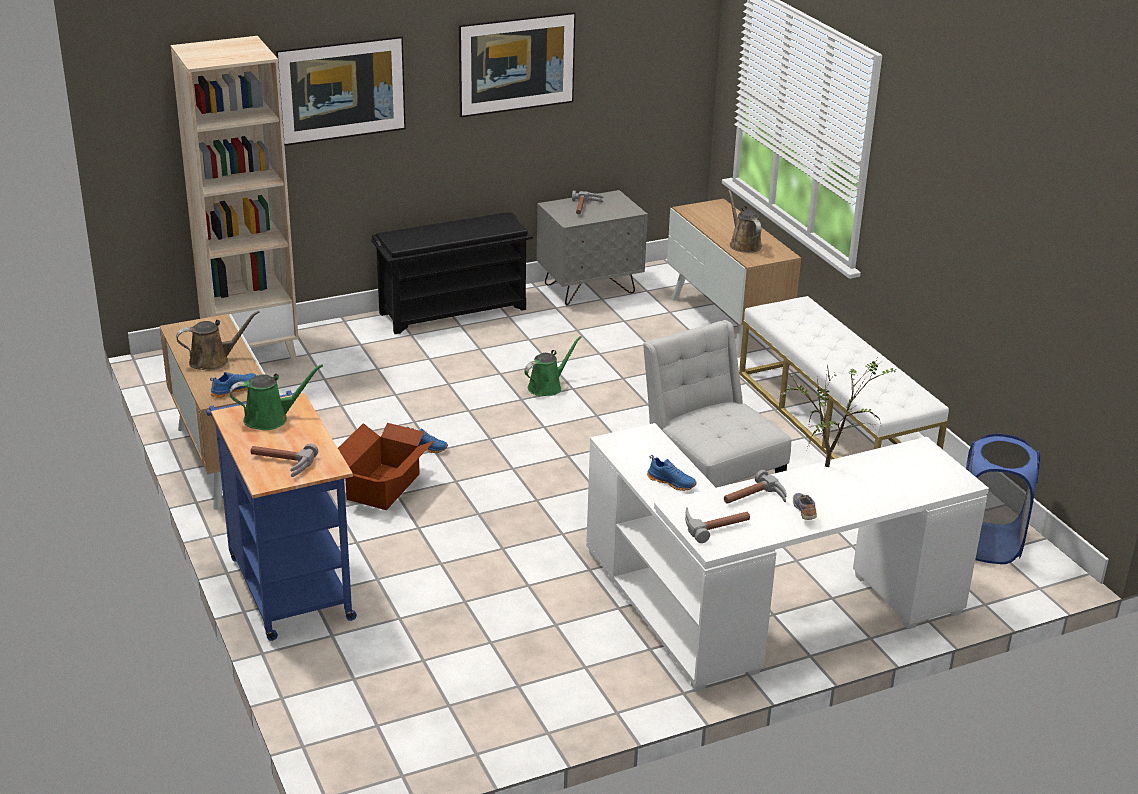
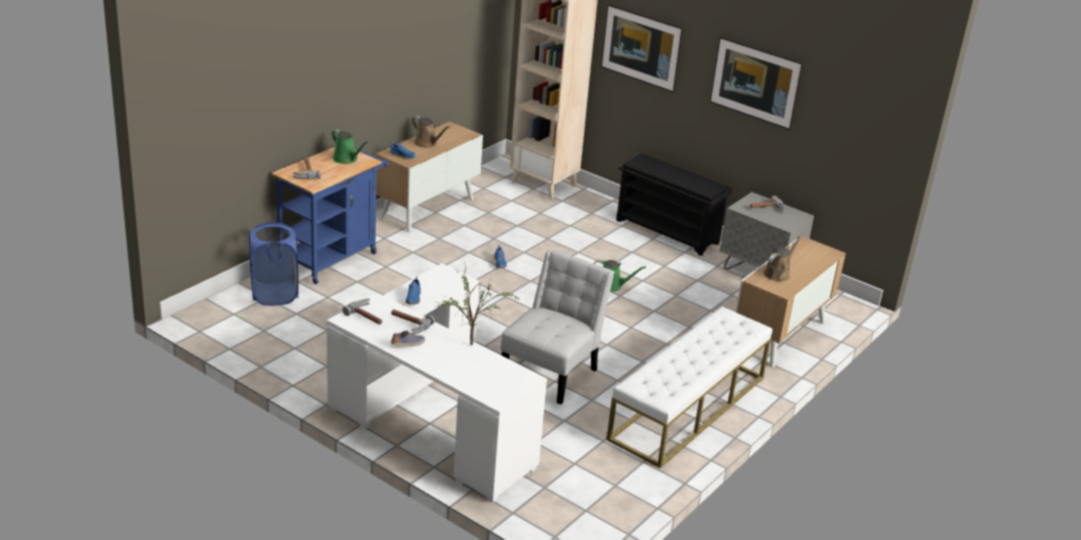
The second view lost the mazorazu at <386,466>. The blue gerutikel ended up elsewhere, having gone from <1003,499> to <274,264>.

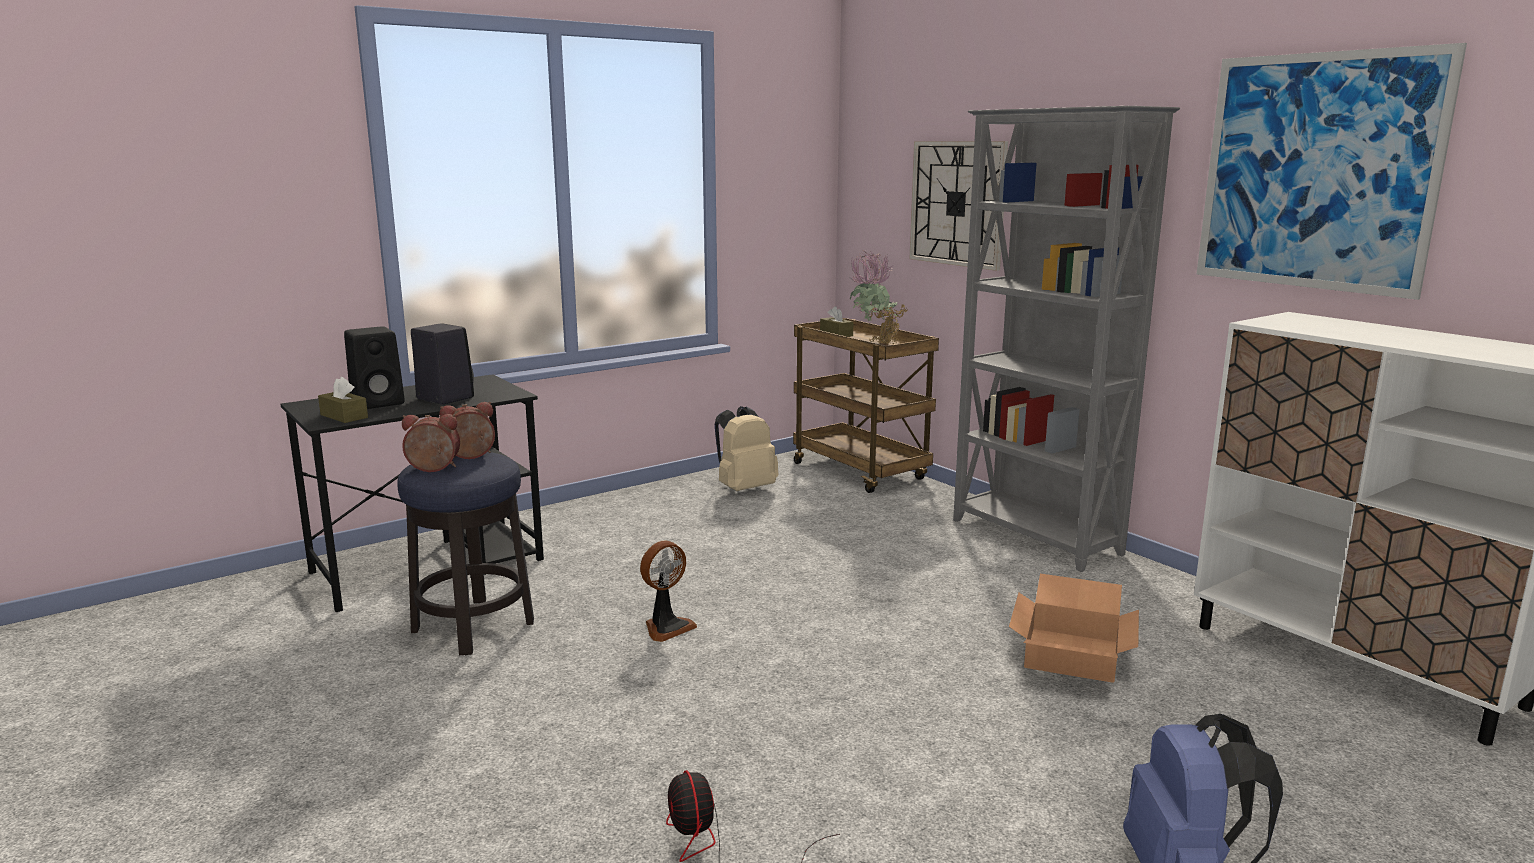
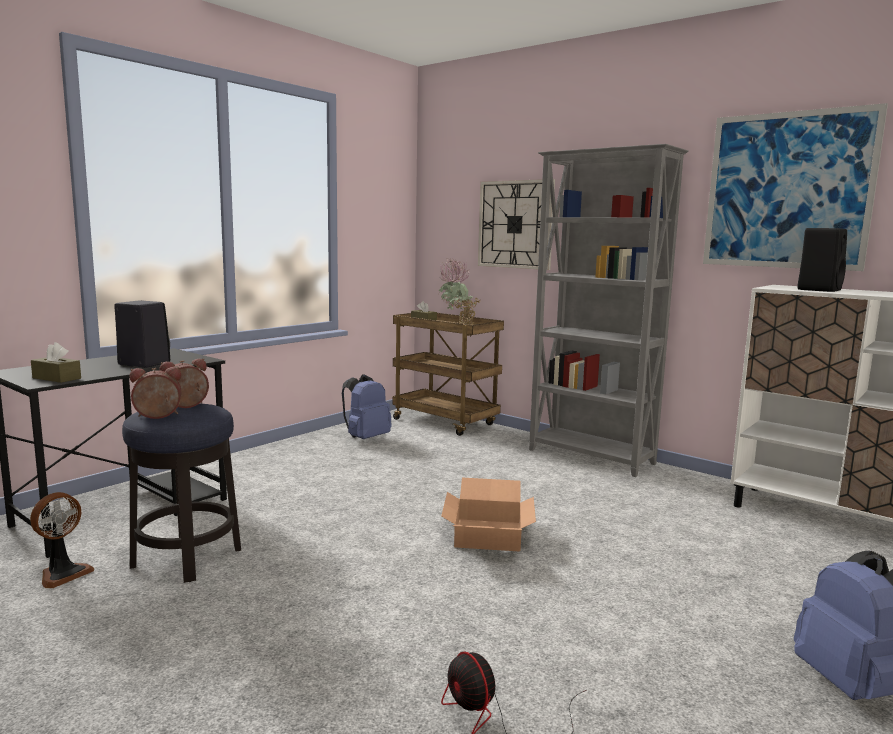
The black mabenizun ended up elsewhere, having gone from <374,367> to <822,260>. The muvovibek ended up elsewhere, having gone from <668,591> to <62,540>. The mazorazu ended up elsewhere, having gone from <1074,628> to <488,515>. What was the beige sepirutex at <746,448> turned into the blue sepirutex at <367,406>.

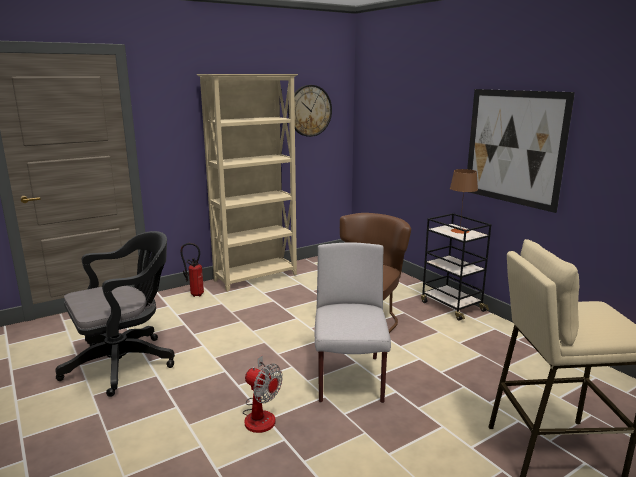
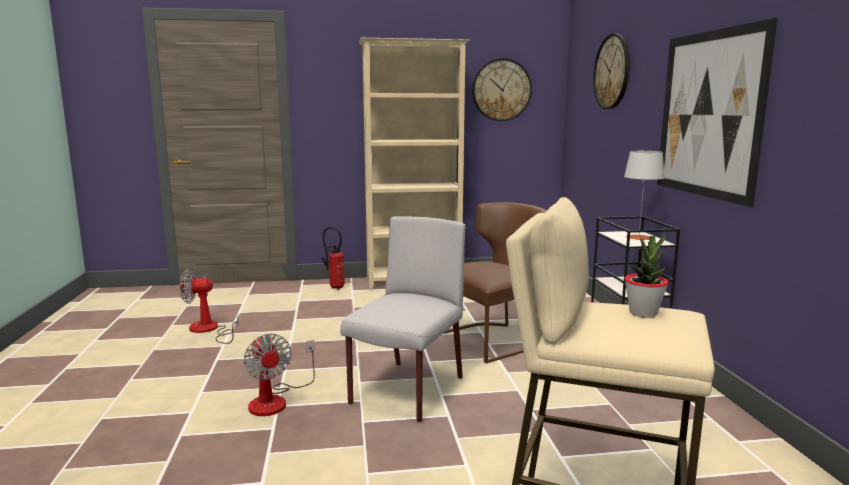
The second view gained the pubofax at <611,71>. The second view gained the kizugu at <647,276>. Where the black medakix stood at <115,314>, the muvovibek came to stand at <209,306>. What was the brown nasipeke at <464,201> turned into the grey nasipeke at <644,195>.

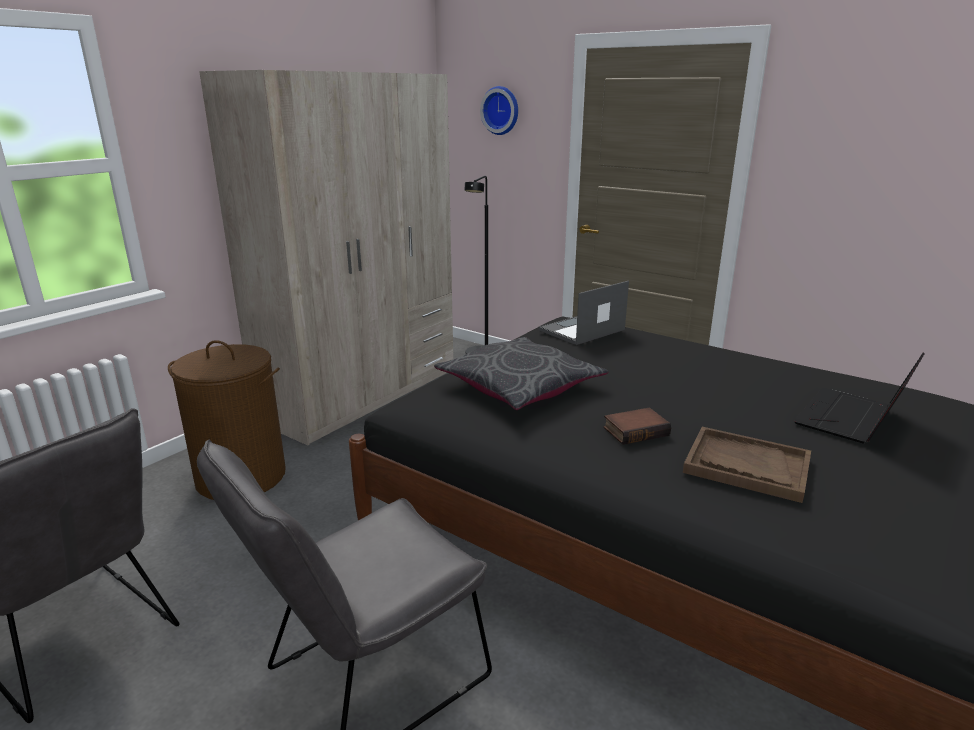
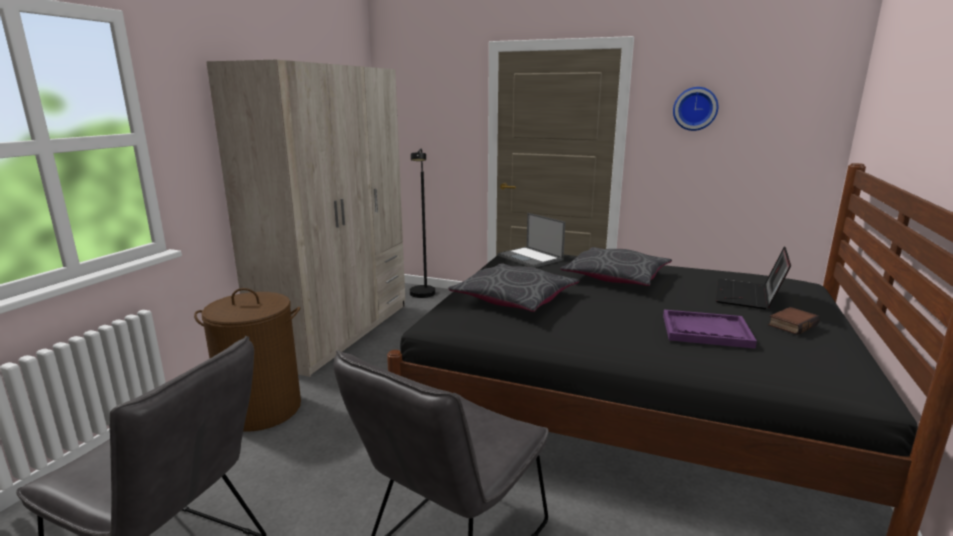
The second view gained the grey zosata at <616,266>. The pubofax ended up elsewhere, having gone from <499,110> to <695,109>. The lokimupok ended up elsewhere, having gone from <637,426> to <794,321>. What was the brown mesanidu at <747,465> turned into the purple mesanidu at <710,329>. The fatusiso at <584,313> ended up facing another way, 75 degrees counterclockwise from before.

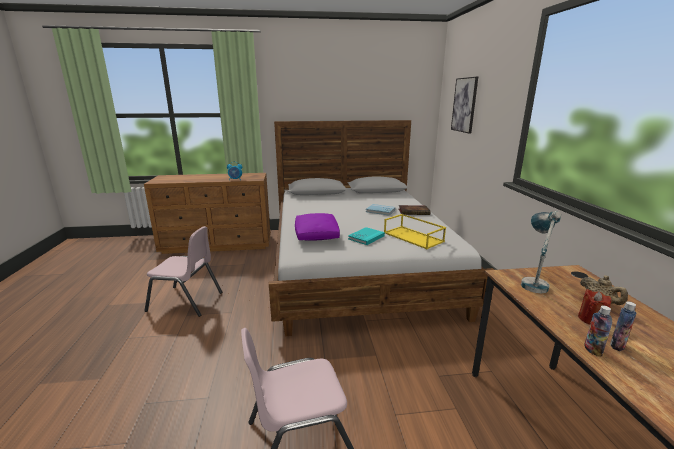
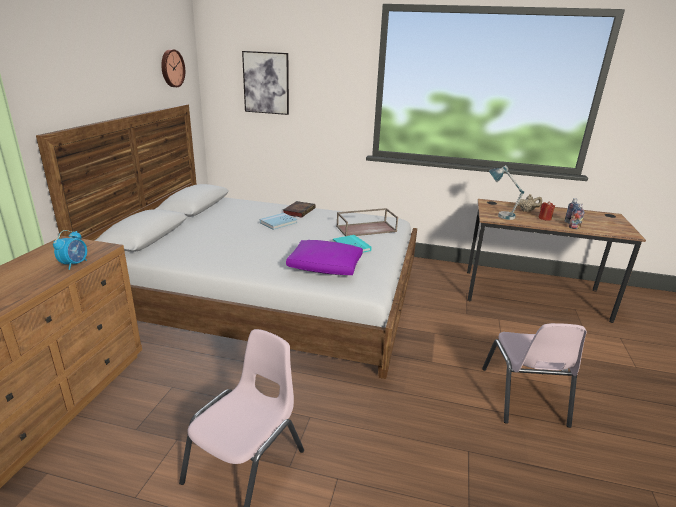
The second view gained the pubofax at <173,68>. What was the yellow mesanidu at <415,231> turned into the brown mesanidu at <367,222>.

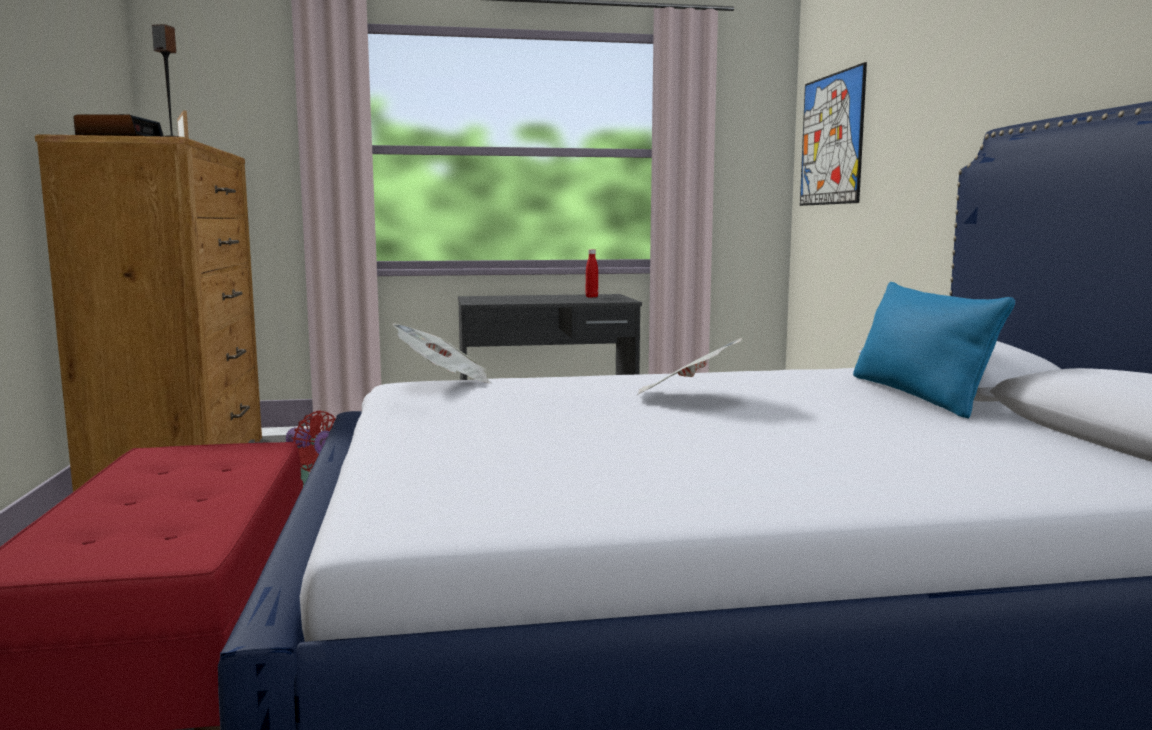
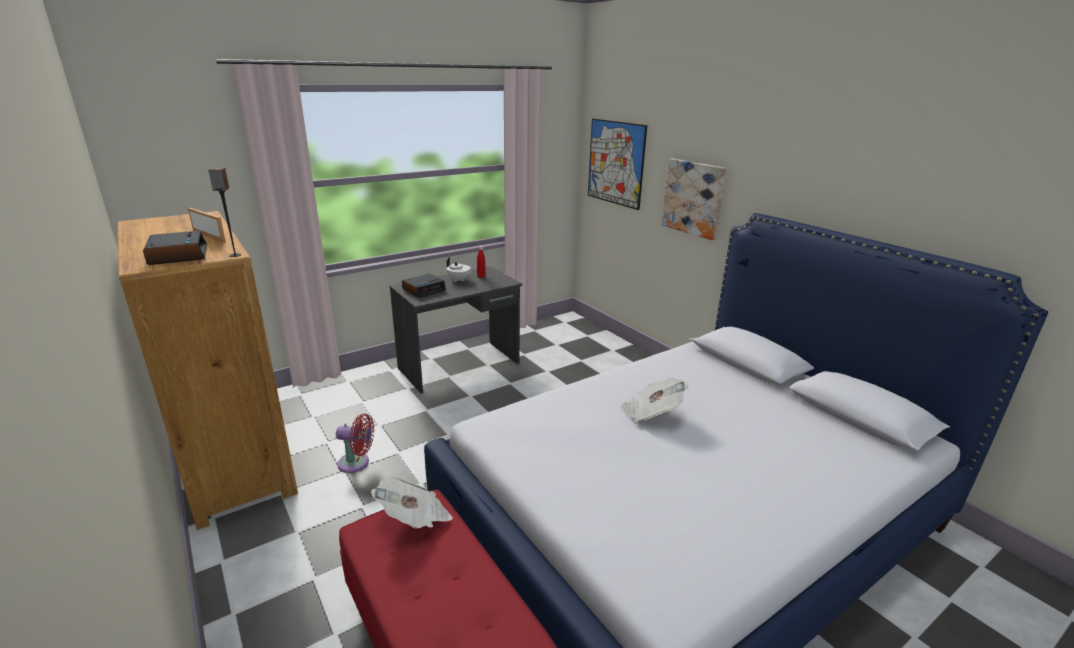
The second view lost the blue zosata at <934,350>. The second view gained the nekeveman at <424,286>. The second view gained the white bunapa at <459,269>. The second view gained the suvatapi at <693,199>. The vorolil ended up elsewhere, having gone from <442,353> to <412,503>.

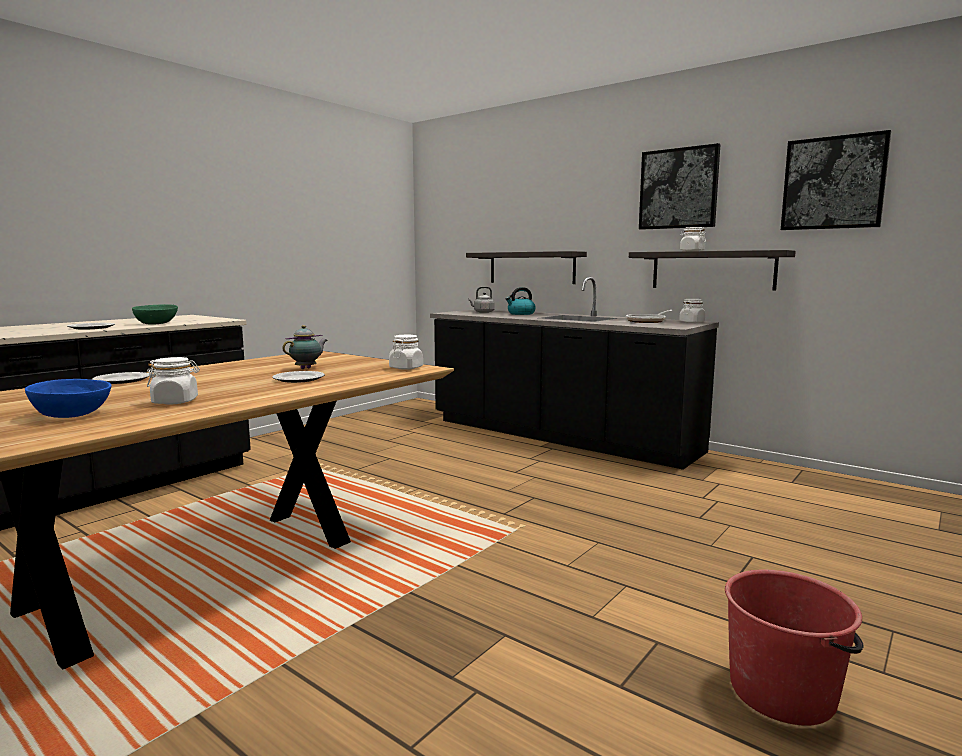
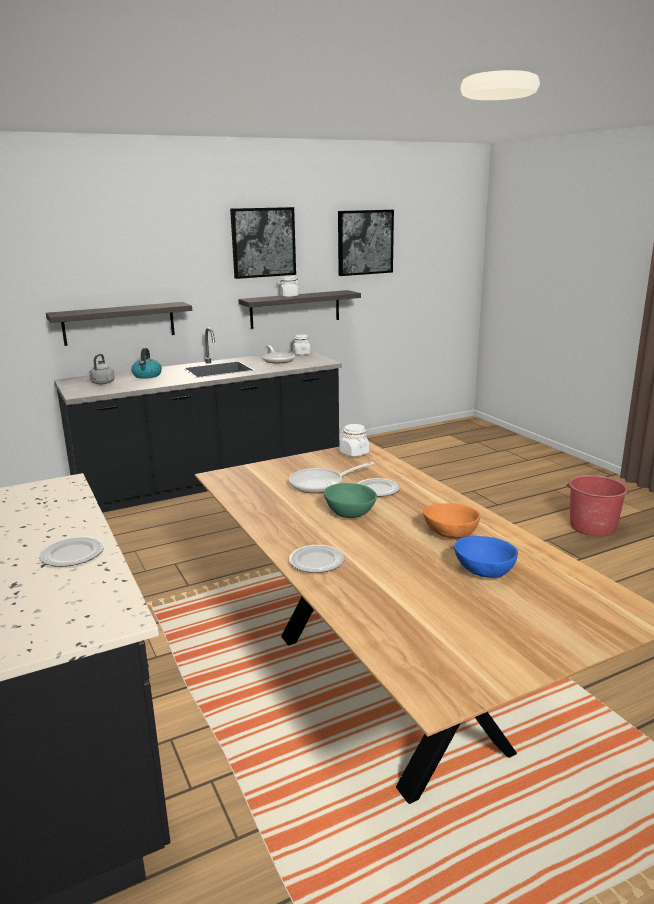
The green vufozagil ended up elsewhere, having gone from <155,314> to <350,500>. Where the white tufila stood at <173,381>, the orange vufozagil came to stand at <451,520>. Where the bunapa stood at <305,347>, the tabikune came to stand at <332,477>.

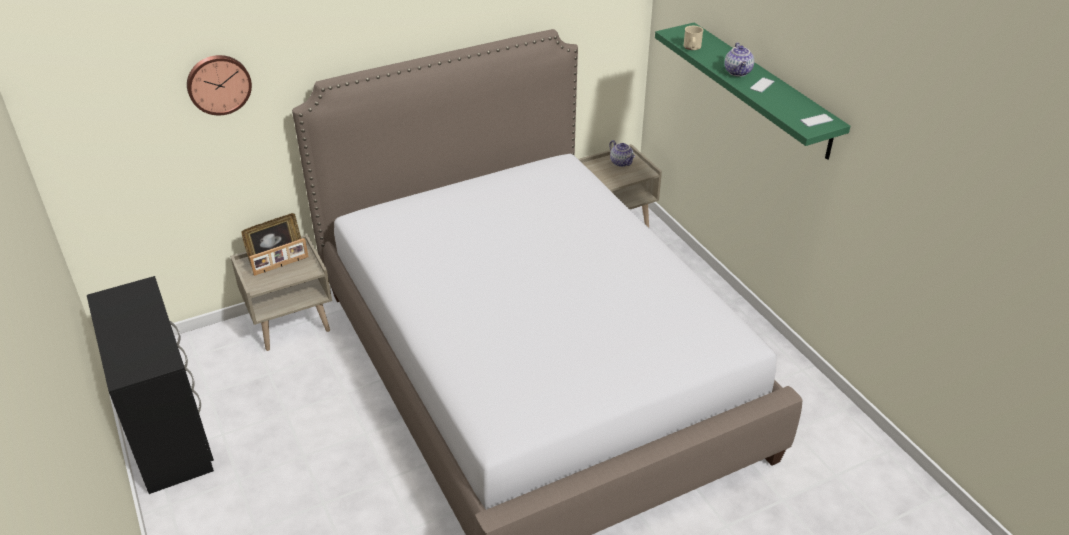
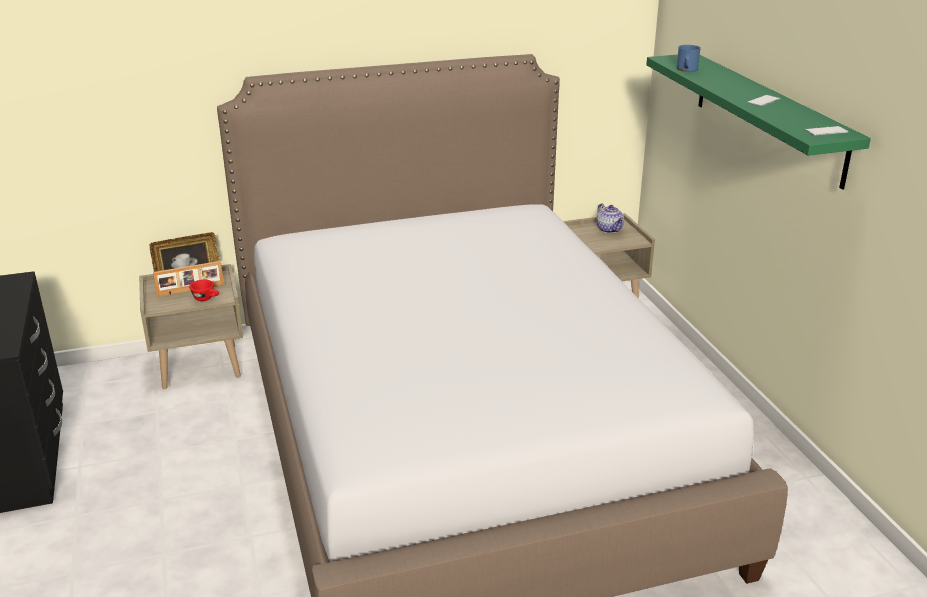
The second view lost the pubofax at <219,85>. The second view lost the bunapa at <739,59>. The second view gained the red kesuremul at <204,290>. What was the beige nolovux at <693,38> turned into the blue nolovux at <689,58>.

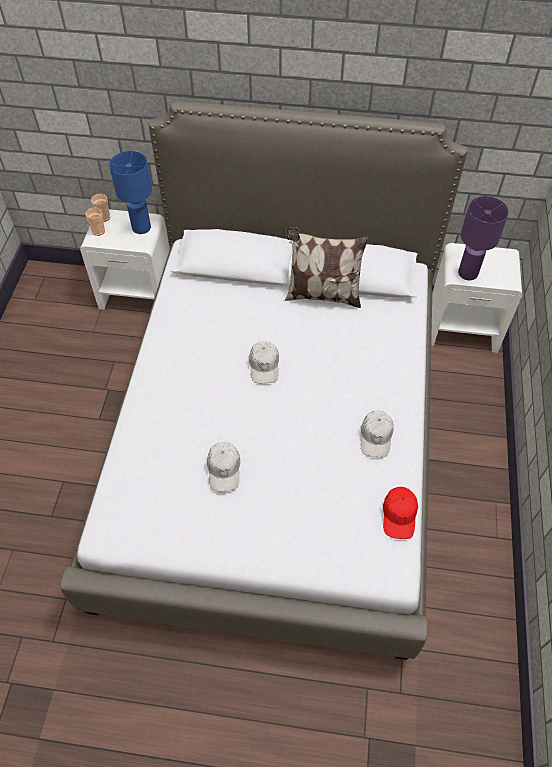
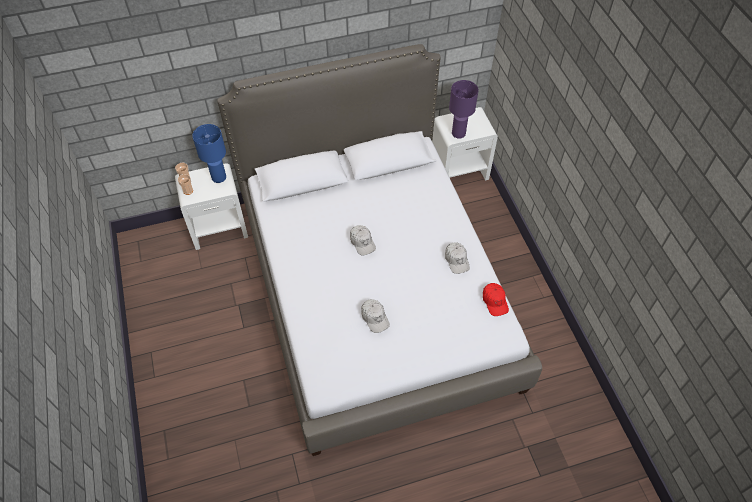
The second view lost the zosata at <327,267>.

